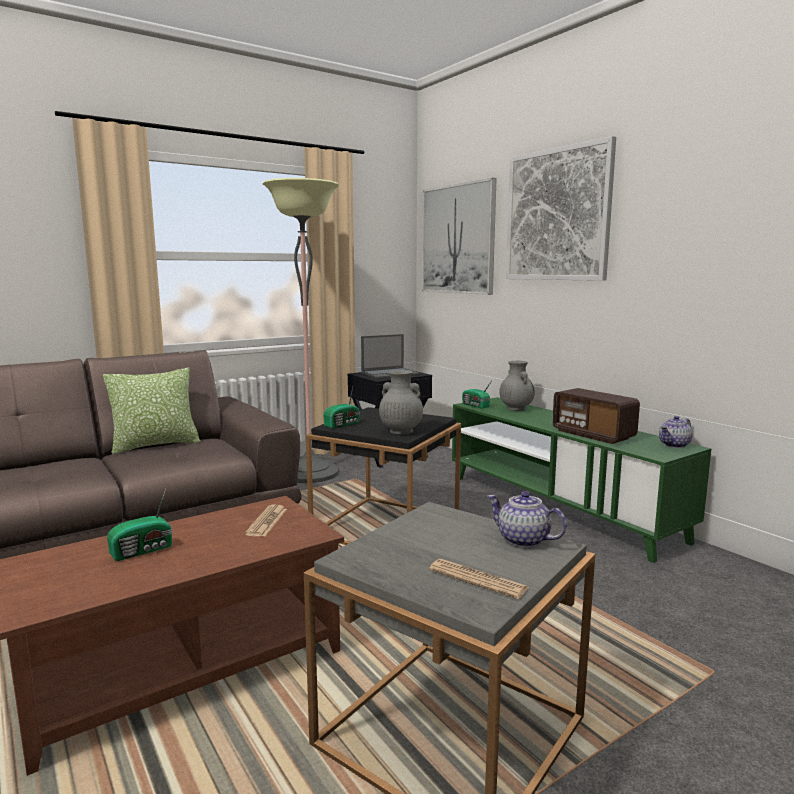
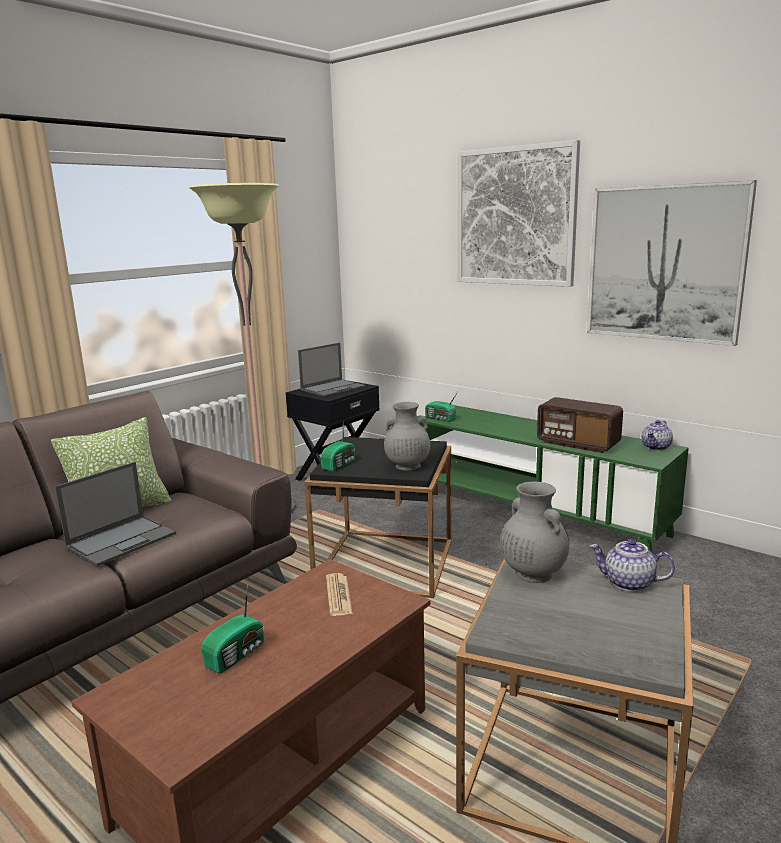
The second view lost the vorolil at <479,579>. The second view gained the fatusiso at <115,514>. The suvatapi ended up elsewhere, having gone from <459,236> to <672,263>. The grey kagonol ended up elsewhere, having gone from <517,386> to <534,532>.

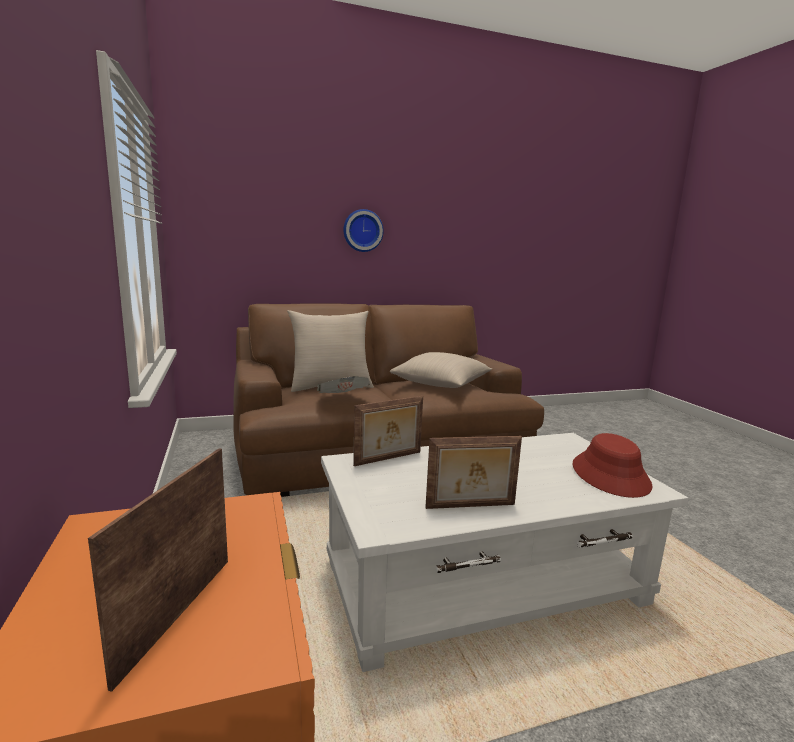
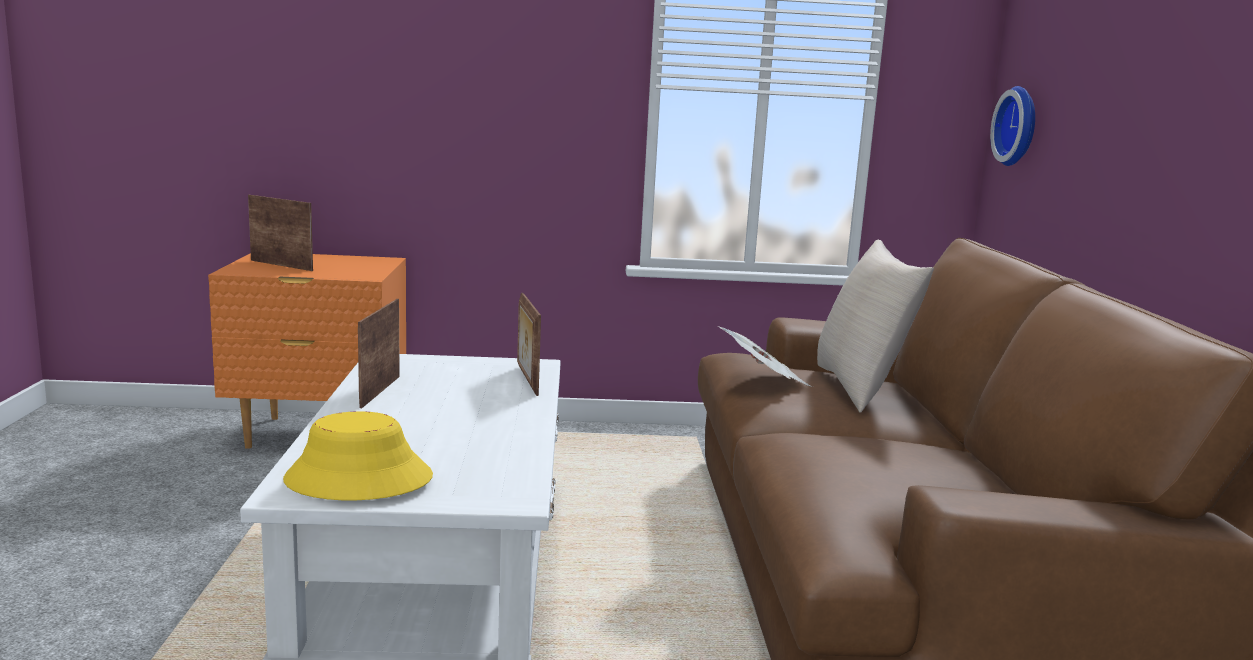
The second view lost the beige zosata at <441,370>. The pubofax ended up elsewhere, having gone from <364,230> to <1012,126>. What was the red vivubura at <613,465> turned into the yellow vivubura at <358,455>.

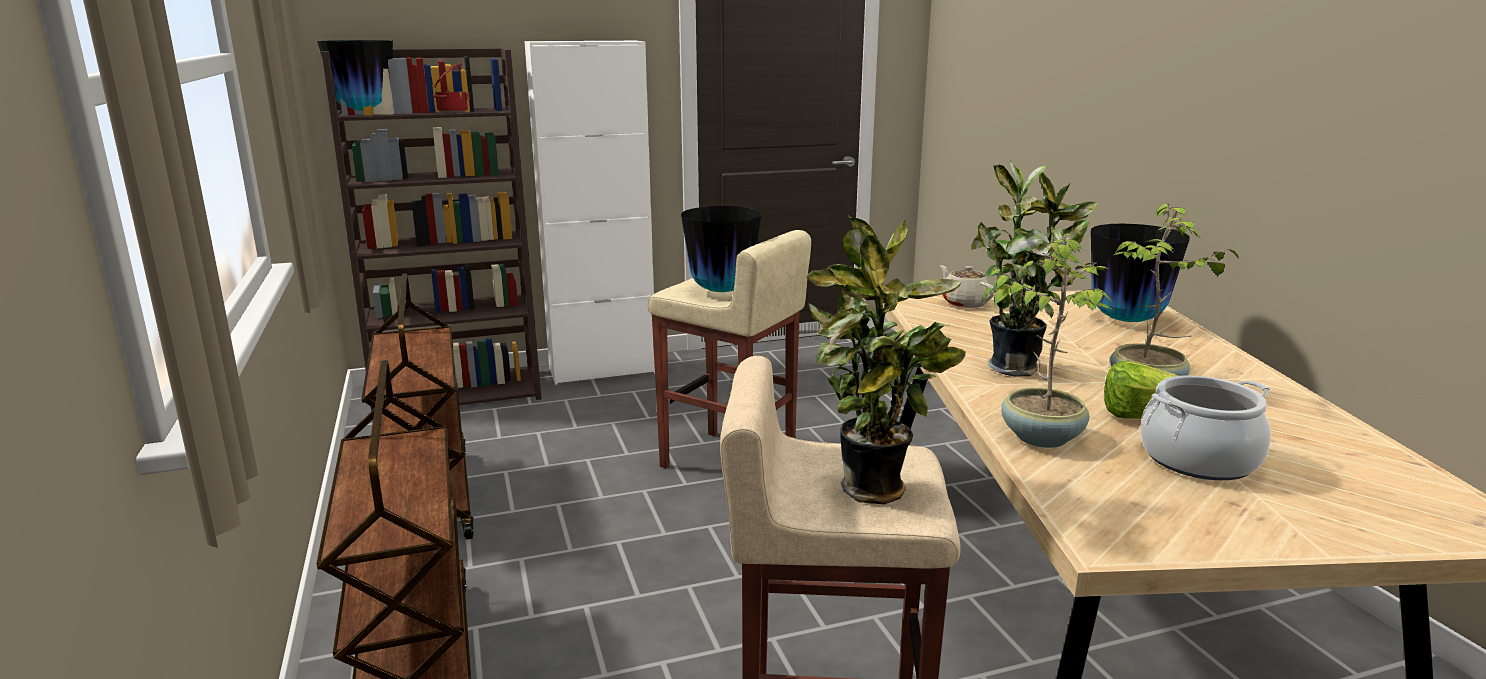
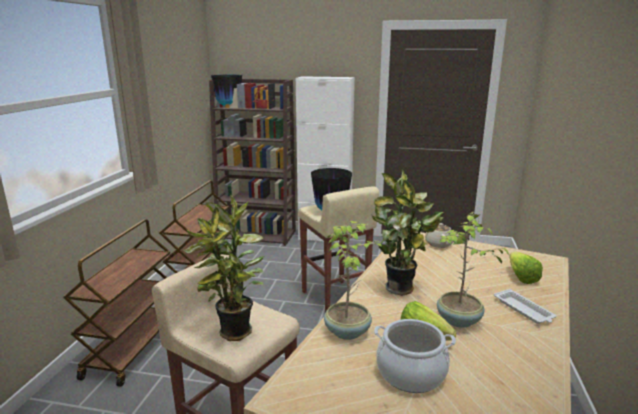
The second view gained the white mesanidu at <525,306>. Where the kagonol stood at <1140,273>, the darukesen came to stand at <526,268>.

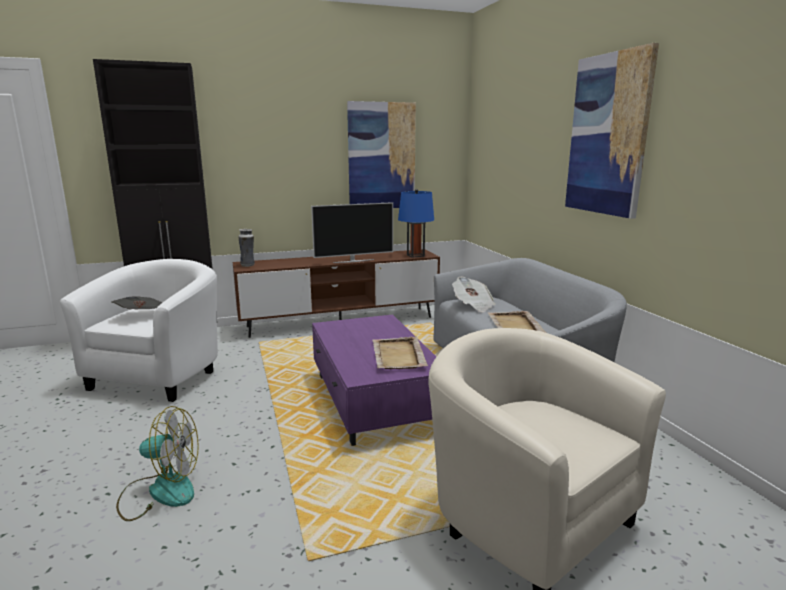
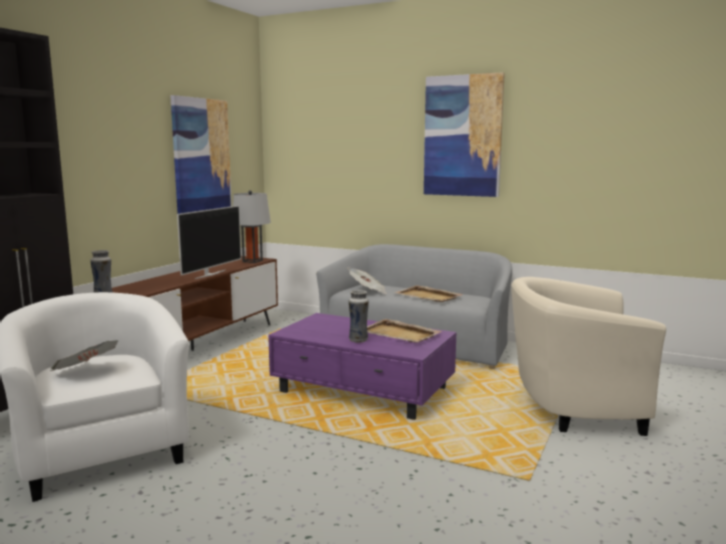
The second view lost the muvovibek at <157,463>. The second view gained the kagonol at <359,316>. What was the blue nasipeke at <416,223> turned into the grey nasipeke at <252,226>.

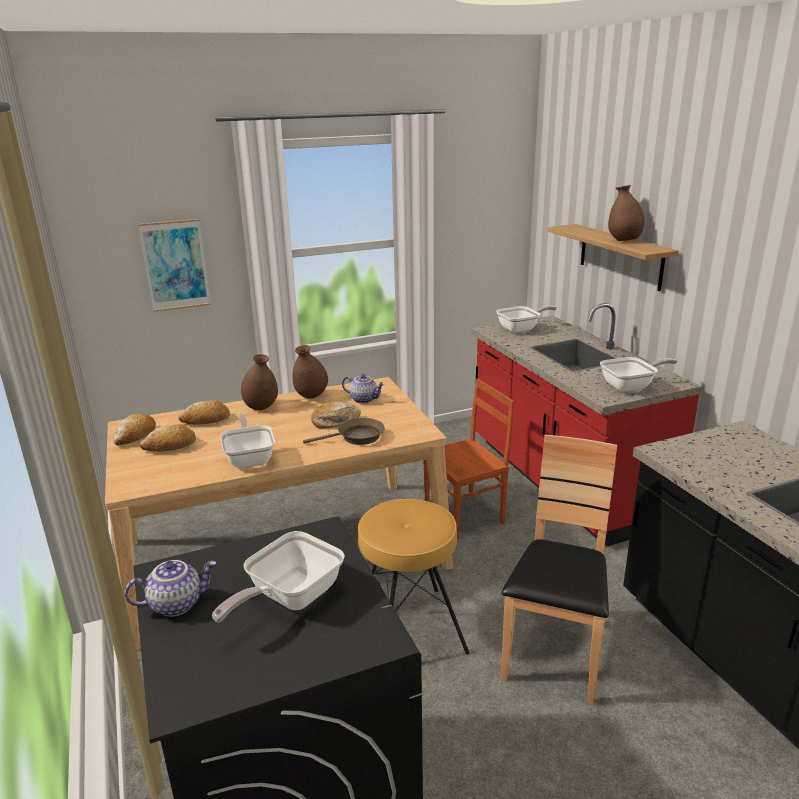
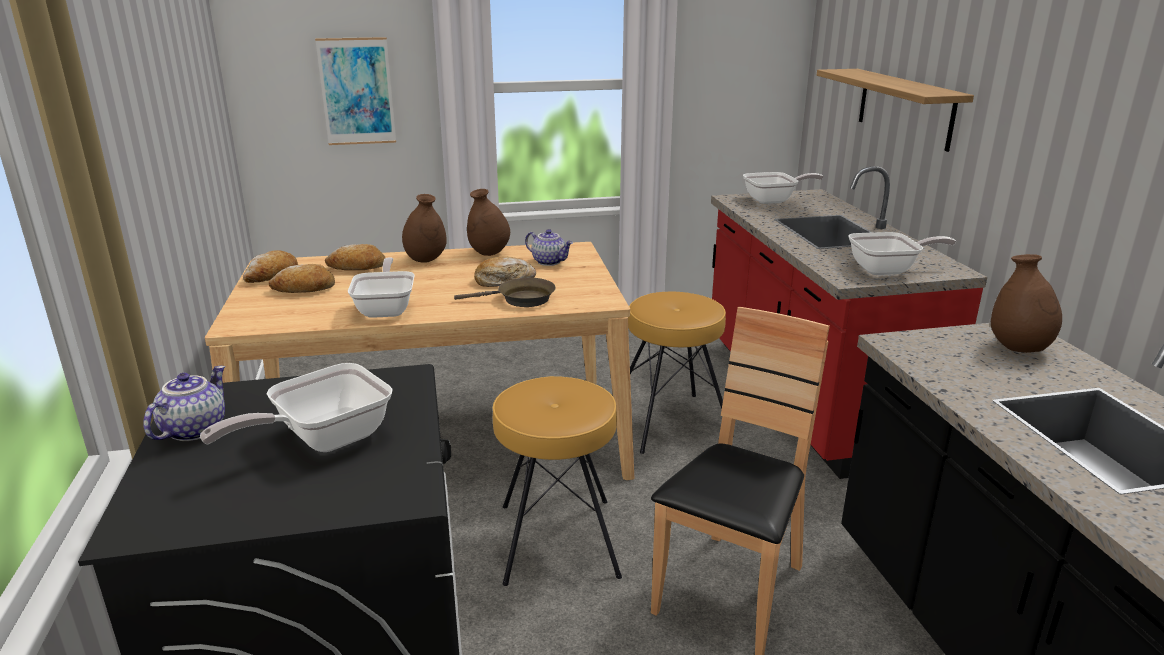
The brown kagonol ended up elsewhere, having gone from <626,213> to <1026,303>. Where the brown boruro stood at <469,459>, the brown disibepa came to stand at <681,373>. The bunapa at <170,588> ended up facing another way, 60 degrees counterclockwise from before.

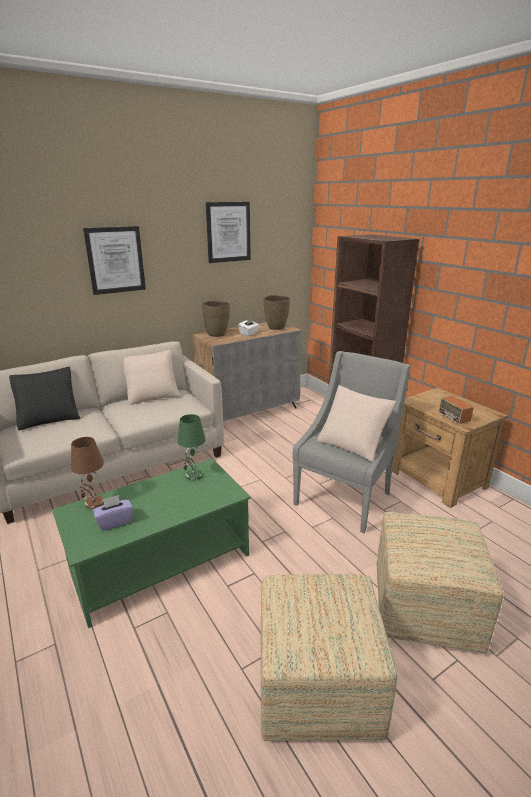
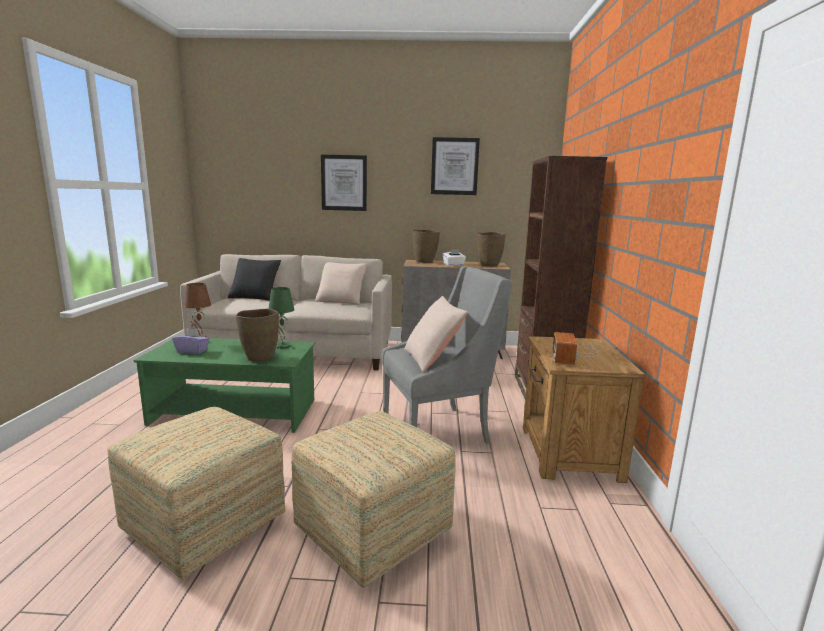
The second view gained the brown kagonol at <257,335>.

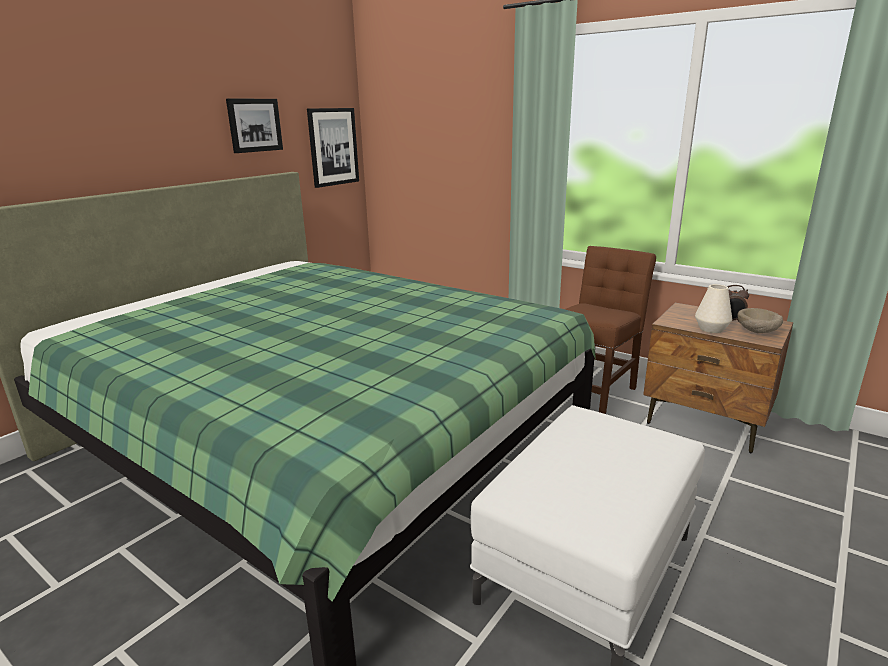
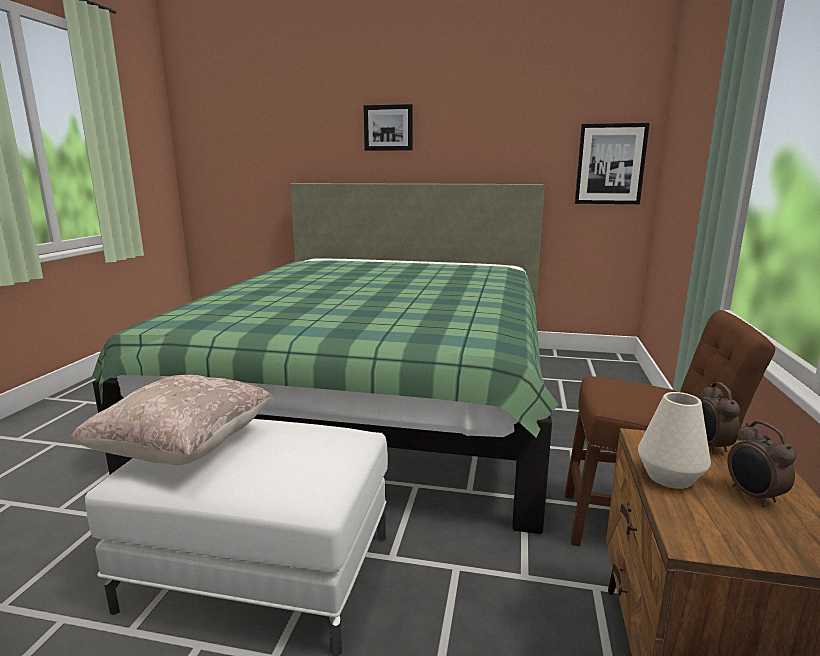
The second view lost the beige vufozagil at <760,320>. The second view gained the beige zosata at <172,420>. The second view gained the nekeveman at <720,418>. The suvatapi ended up elsewhere, having gone from <254,126> to <388,127>.

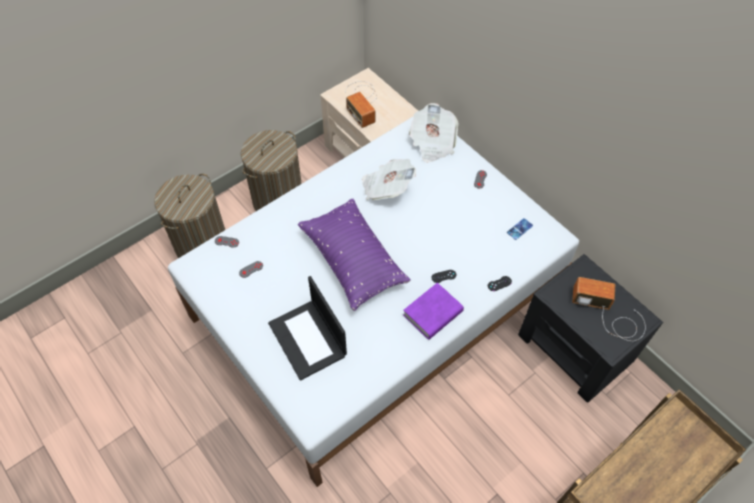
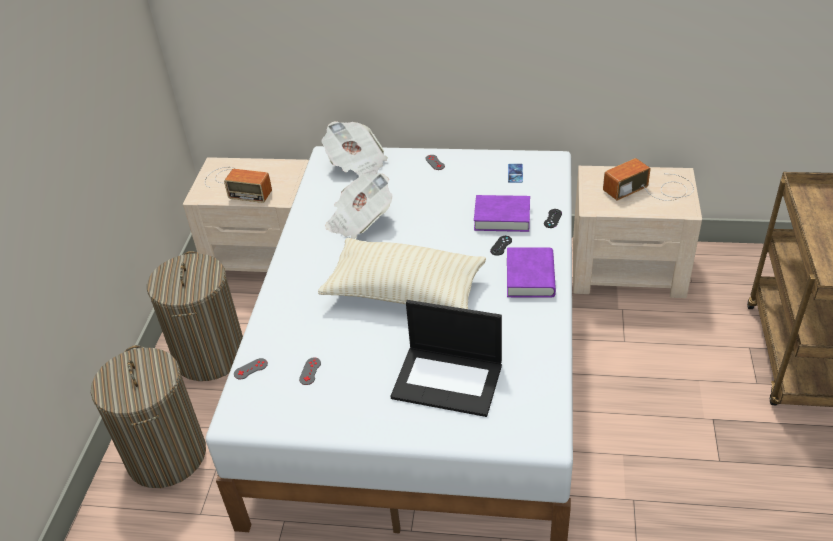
The second view gained the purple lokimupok at <502,213>. What was the purple zosata at <354,255> turned into the beige zosata at <402,273>. What was the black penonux at <590,328> turned into the beige penonux at <637,232>.

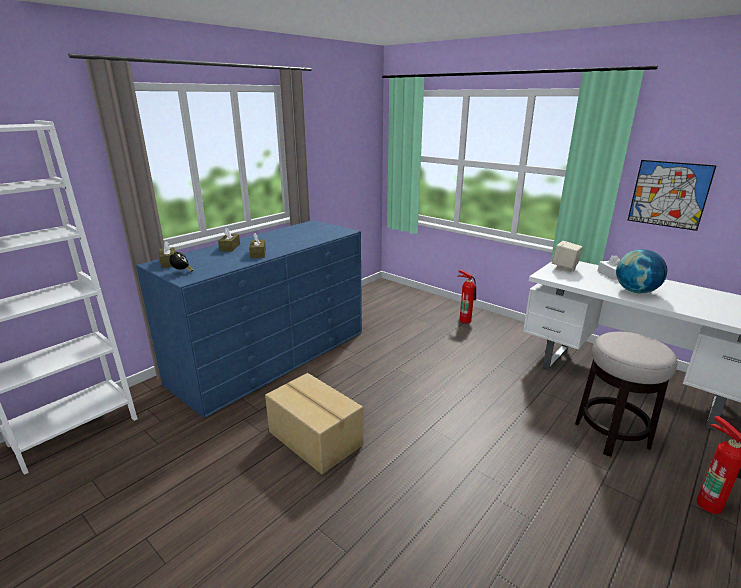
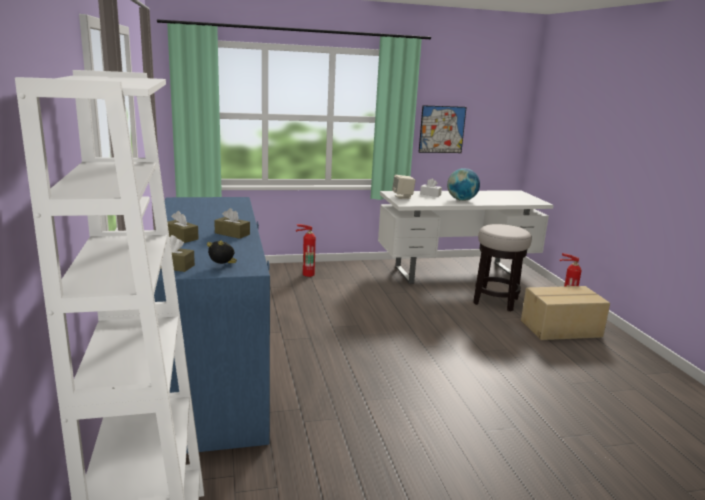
The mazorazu ended up elsewhere, having gone from <314,424> to <565,313>.

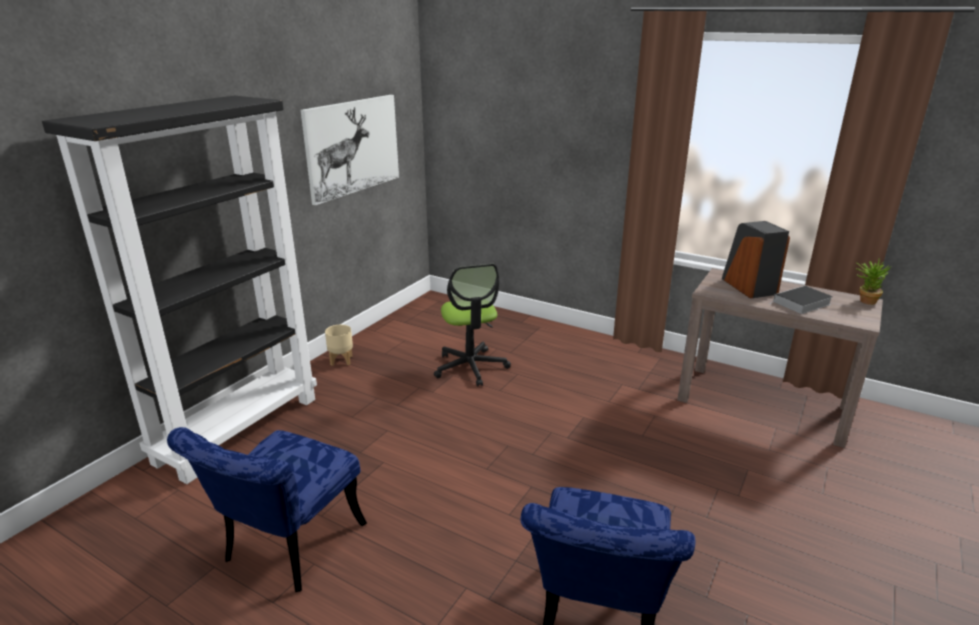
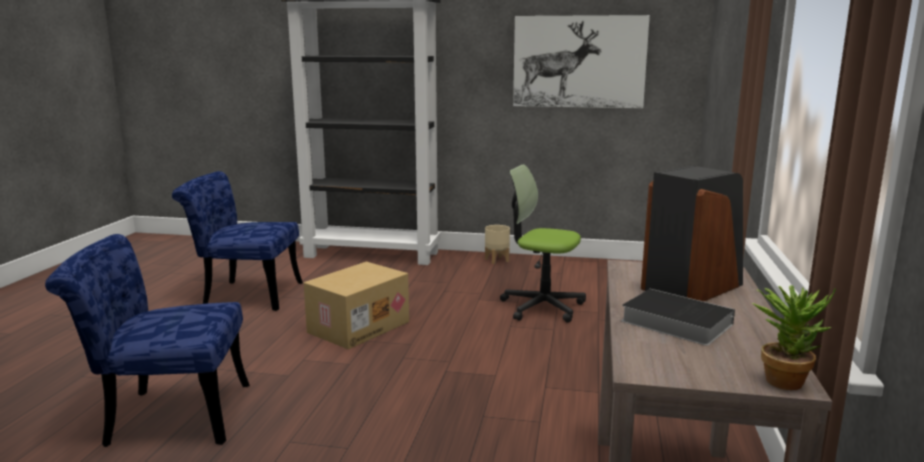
The second view gained the mazorazu at <356,305>. The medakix at <472,325> ended up facing another way, 60 degrees clockwise from before.

